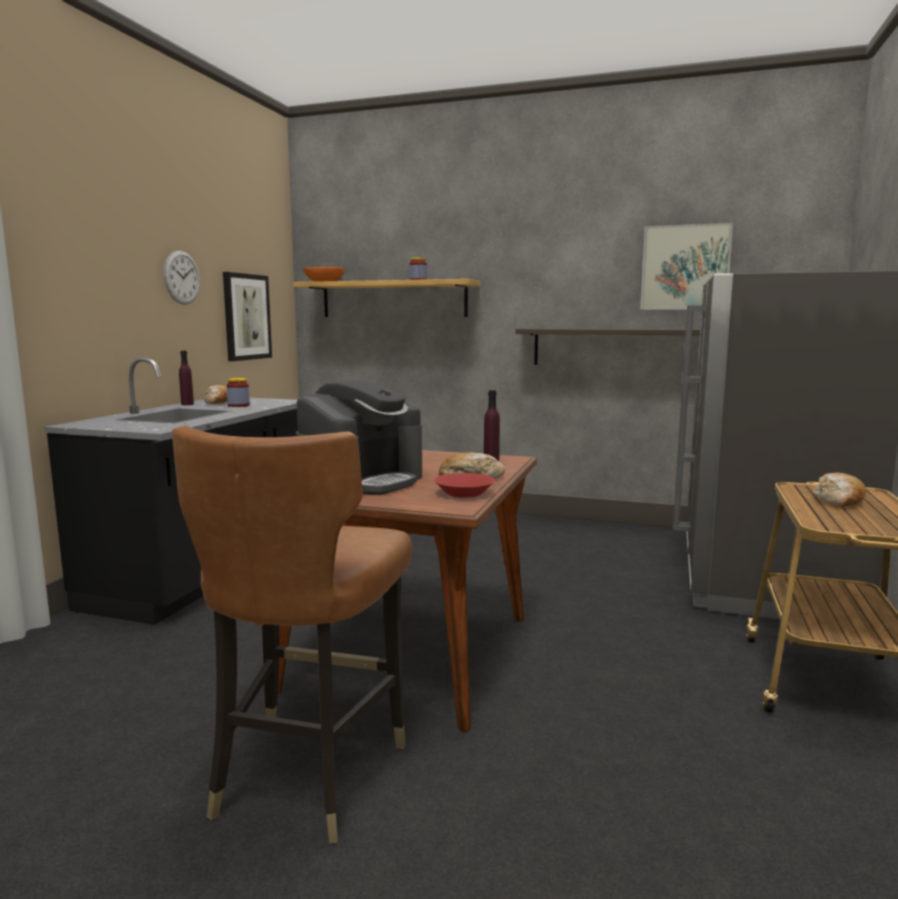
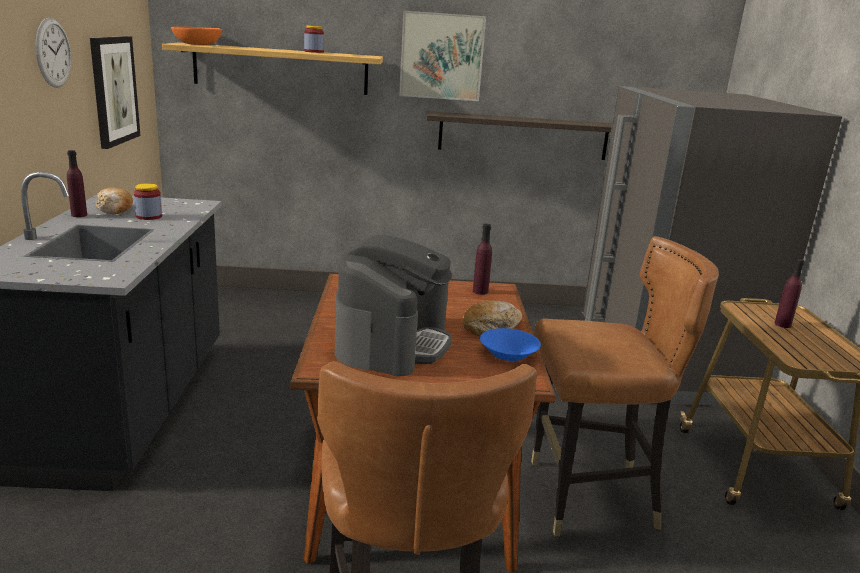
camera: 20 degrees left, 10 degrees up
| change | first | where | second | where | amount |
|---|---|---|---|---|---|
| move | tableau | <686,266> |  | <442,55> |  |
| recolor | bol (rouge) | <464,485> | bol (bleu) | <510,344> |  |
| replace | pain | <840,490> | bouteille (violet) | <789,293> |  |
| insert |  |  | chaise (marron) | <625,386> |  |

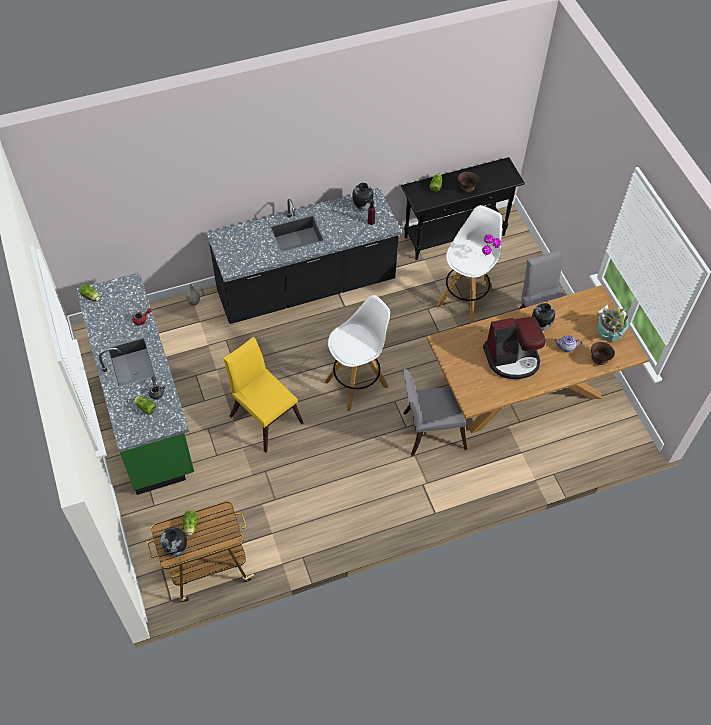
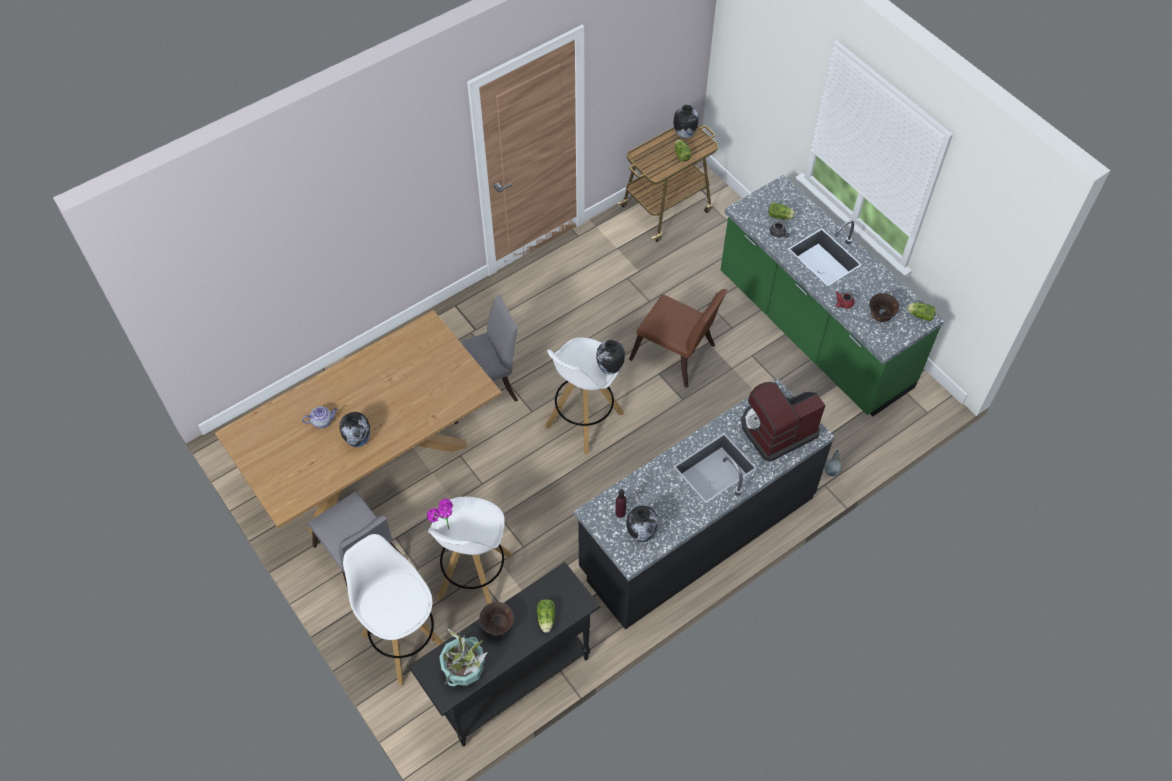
camera: 165 degrees right, 0 degrees up
| change | first | where | second | where | amount |
|---|---|---|---|---|---|
| move | plante en pot | <613,323> |  | <463,657> |  |
| move | machine à café | <514,347> |  | <783,422> |  |
| recolor | chaise (jaune) | <263,395> | chaise (marron) | <678,338> |  |
| move | bol (marron) | <603,353> |  | <884,307> |  |
| insert |  |  | vase | <610,357> |  |
| insert |  |  | tabouret (blanc) | <393,610> |  |

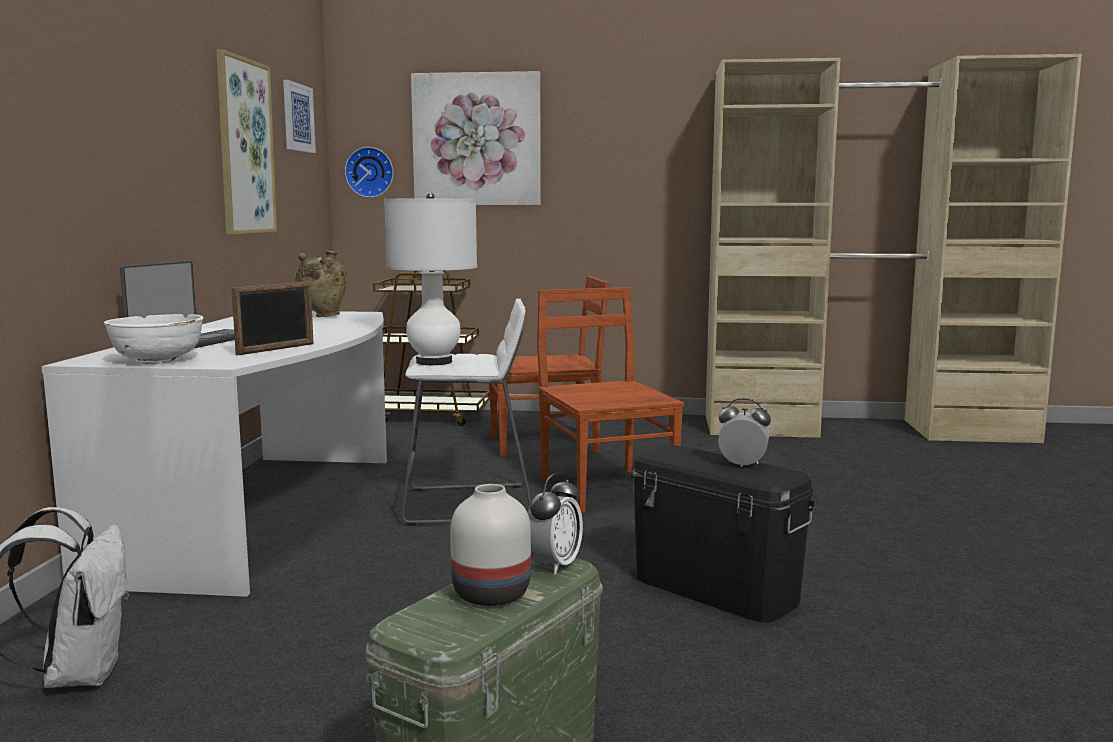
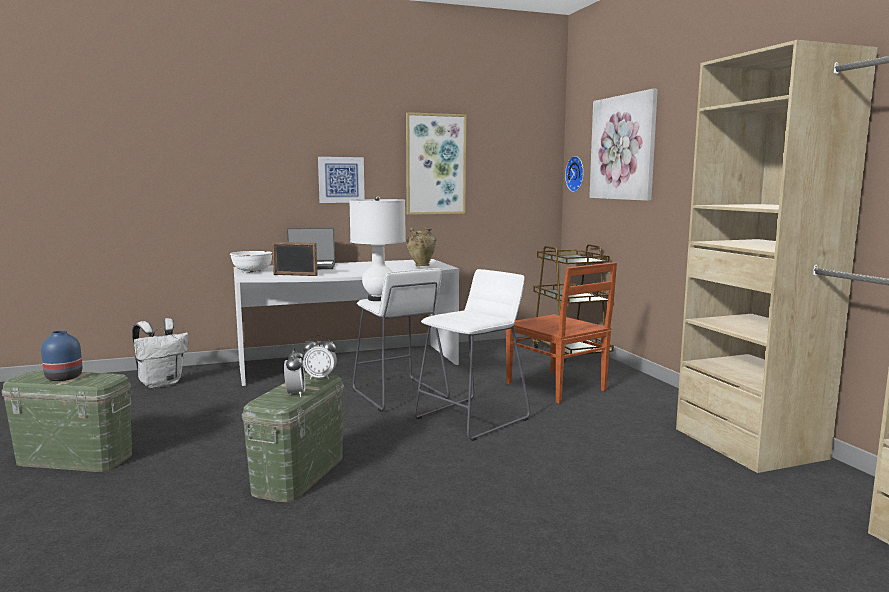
camera: 65 degrees right, 0 degrees up
| change | first | where | second | where | amount |
|---|---|---|---|---|---|
| move | tableau | <299,116> |  | <341,180> |  |
| replace | chaise (marron) | <610,400> | tabouret (blanc) | <472,355> |  |
| recolor | boîte de rangement (noir) | <723,533> | boîte de rangement (vert) | <293,437> |  |
| move | réveil | <555,524> |  | <320,357> |  |
| recolor | vase (blanc) | <490,545> | vase (bleu) | <61,355> |  |

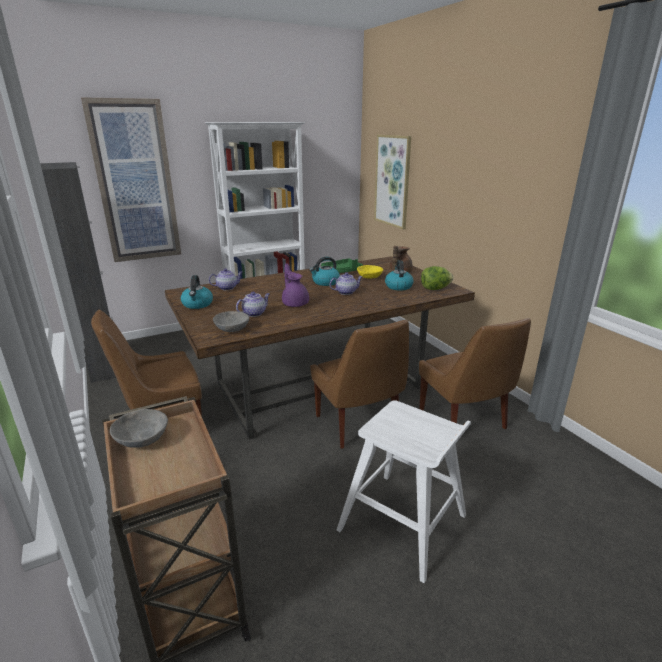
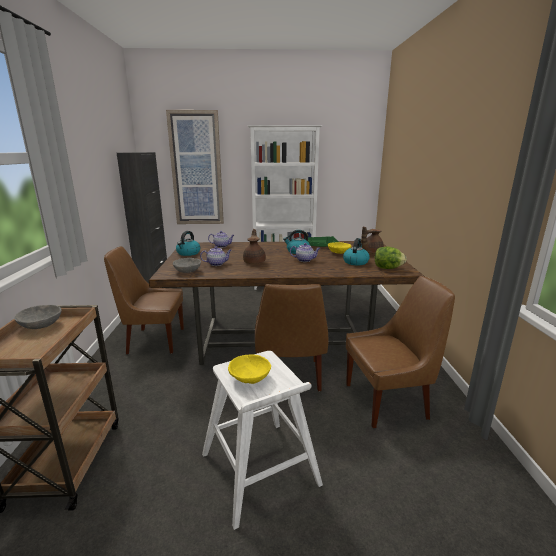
camera: 25 degrees right, 5 degrees down
| change | first | where | second | where | amount |
|---|---|---|---|---|---|
| delete | tableau | <392,182> |  |  |  |
| recolor | théière (violet) | <295,285> | théière (marron) | <254,246> |  |
| rotate | chaise (marron) | <475,373> |  | <400,352> | 105 degrees counterclockwise |
| insert |  |  | bol (jaune) | <249,369> |  |

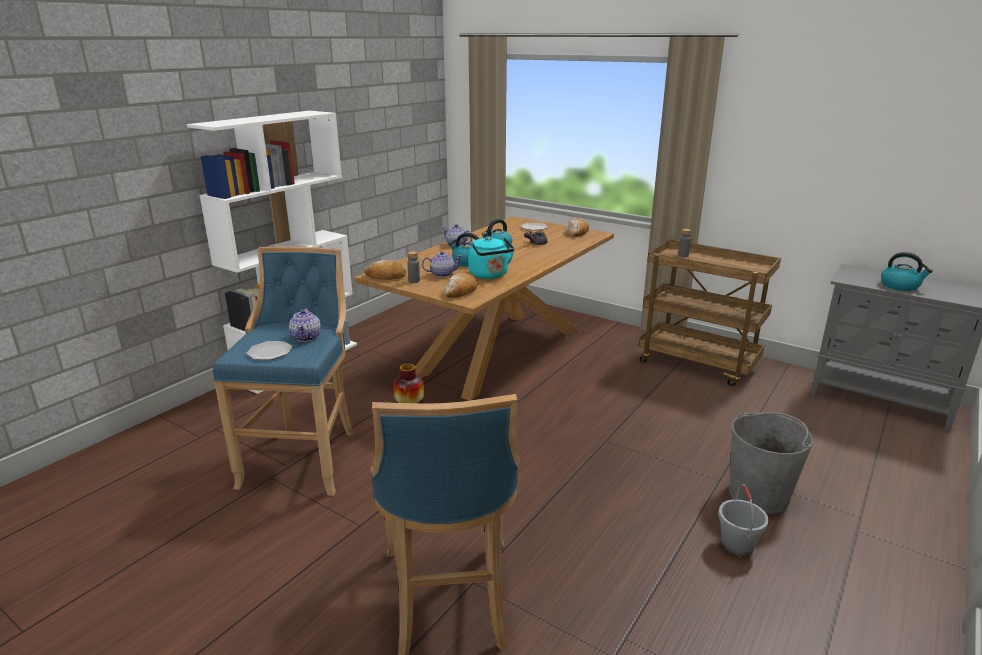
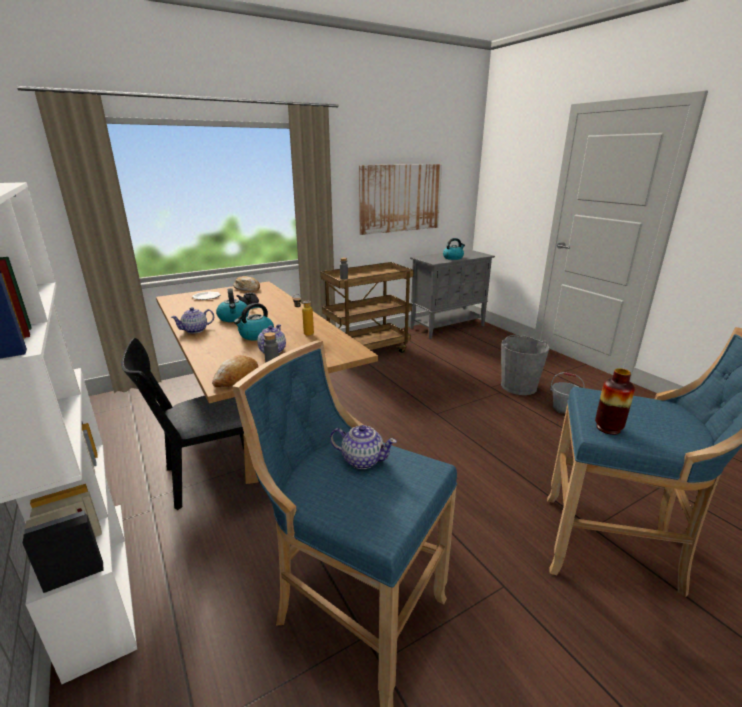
camera: 65 degrees left, 0 degrees up
| change | first | where | second | where | amount |
|---|---|---|---|---|---|
| replace | bouilloire (turquoise) | <491,258> | bouteille | <303,315> |  |
| delete | pain | <461,285> |  |  |  |
| delete | assiette | <269,350> |  |  |  |
| insert |  |  | tableau | <400,199> |  |
| insert |  |  | chaise (noir) | <190,424> |  |

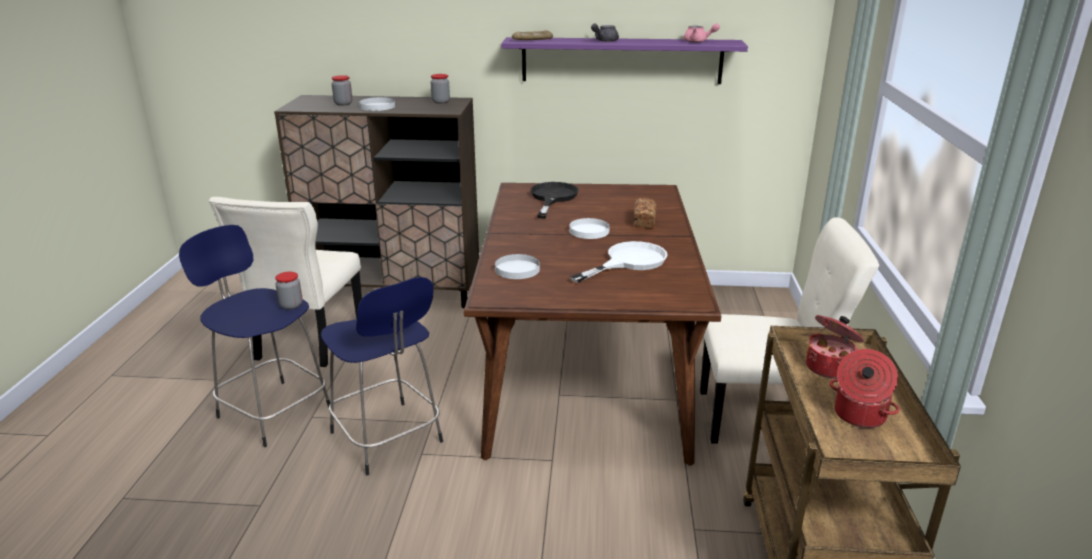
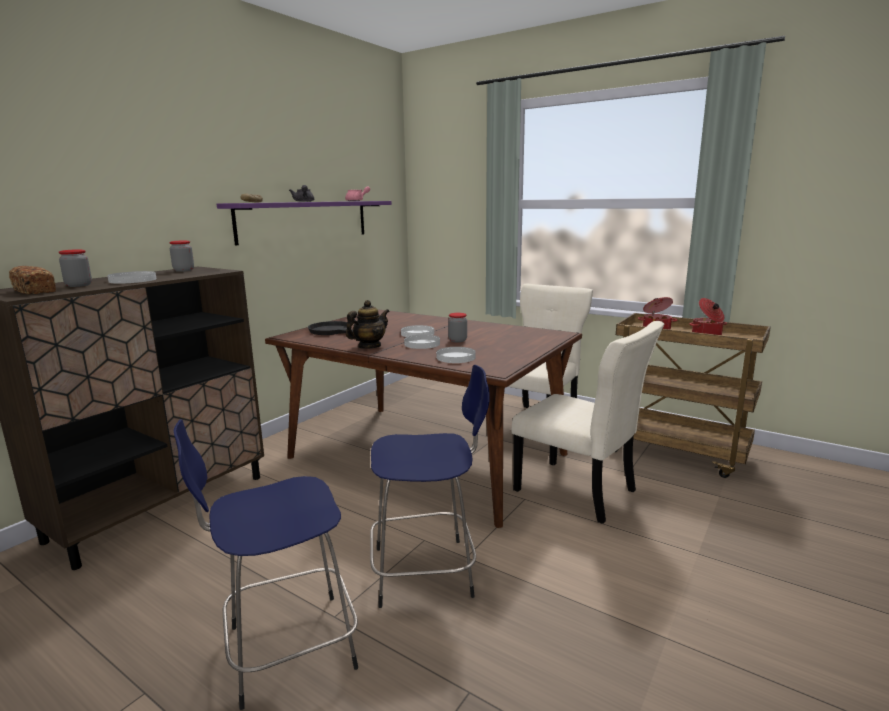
camera: 60 degrees left, 10 degrees down
| change | first | where | second | where | amount |
|---|---|---|---|---|---|
| move | chaise (beige) | <285,282> |  | <588,422> |  |
| move | pain | <645,213> |  | <32,280> |  |
| delete | poêle (blanc) | <618,262> |  |  |  |
| move | bocal | <289,291> |  | <457,328> |  |
| insert |  |  | théière | <367,324> |  |
| insert |  |  | assiette (blanc) | <422,342> |  |

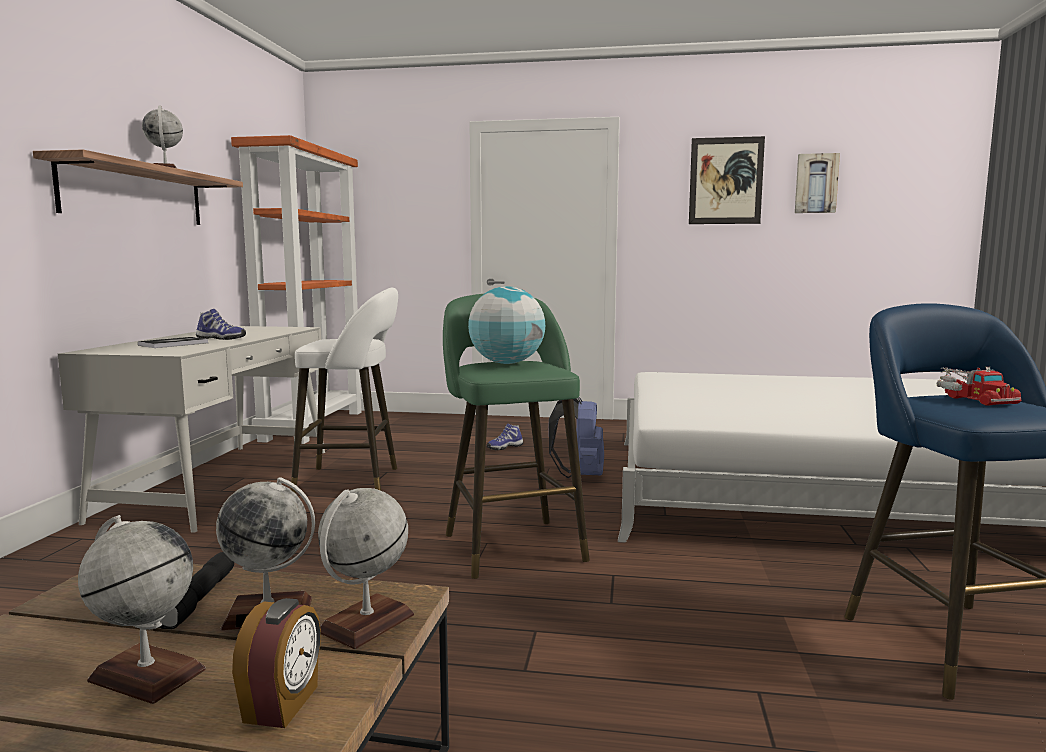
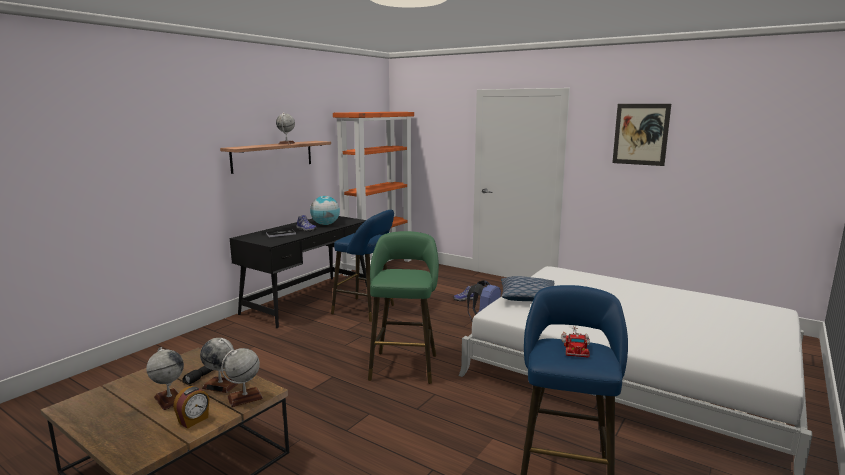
camera: 25 degrees right, 5 degrees up
| change | first | where | second | where | amount |
|---|---|---|---|---|---|
| delete | tableau | <817,183> |  |  |  |
| move | globe | <506,325> |  | <325,210> |  |
| recolor | tabouret (blanc) | <344,391> | tabouret (bleu) | <362,266> |  |
| recolor | bureau (blanc) | <191,429> | bureau (noir) | <298,272> |  |
| insert |  |  | coussin | <527,288> |  |

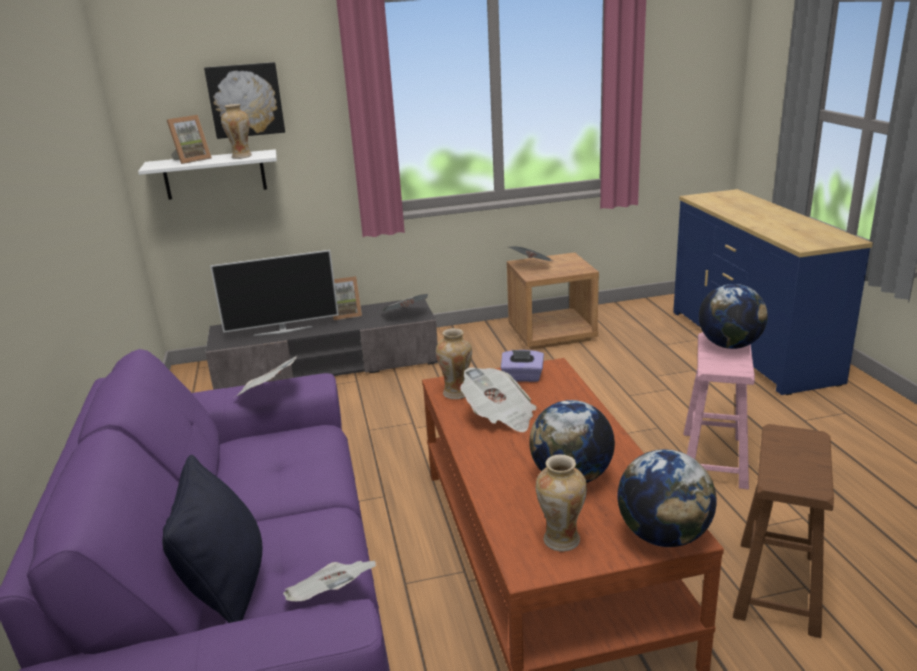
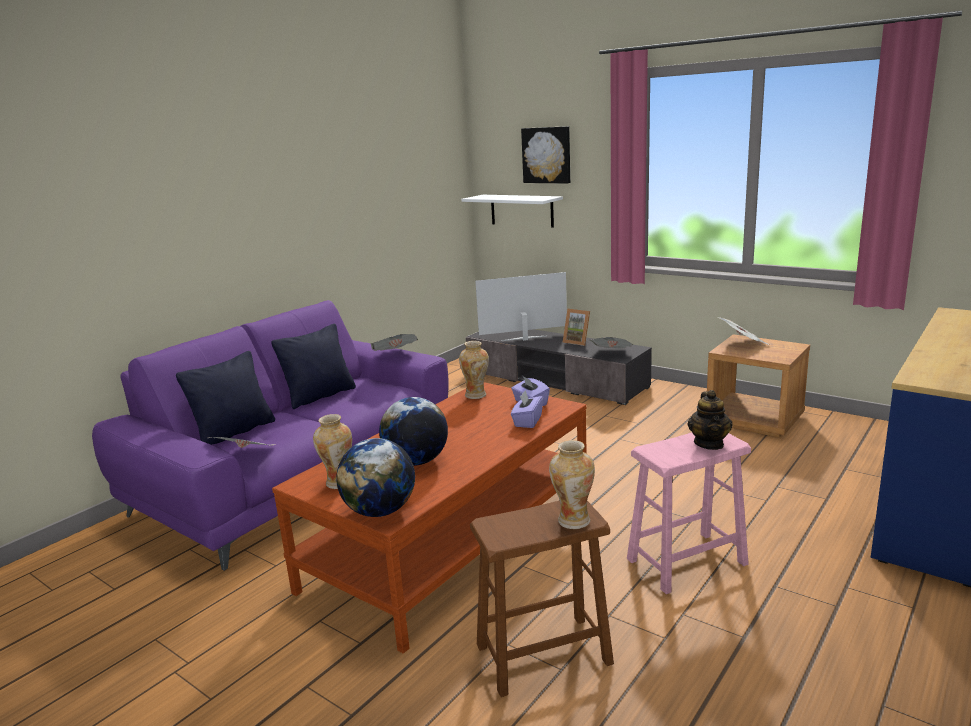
camera: 50 degrees right, 5 degrees down
| change | first | where | second | where | amount |
|---|---|---|---|---|---|
| move | vase | <236,131> |  | <572,484> |  |
| delete | cadre photo | <189,139> |  |  |  |
| rotate | téléviseur | <274,293> |  | <521,306> | 135 degrees clockwise |
| replace | globe | <733,316> | théière | <710,420> |  |
| delete | journal | <498,399> |  |  |  |
| insert |  |  | coussin (noir) | <313,366> |  |
| insert |  |  | boîte à mouchoirs (violet) | <527,409> |  |

